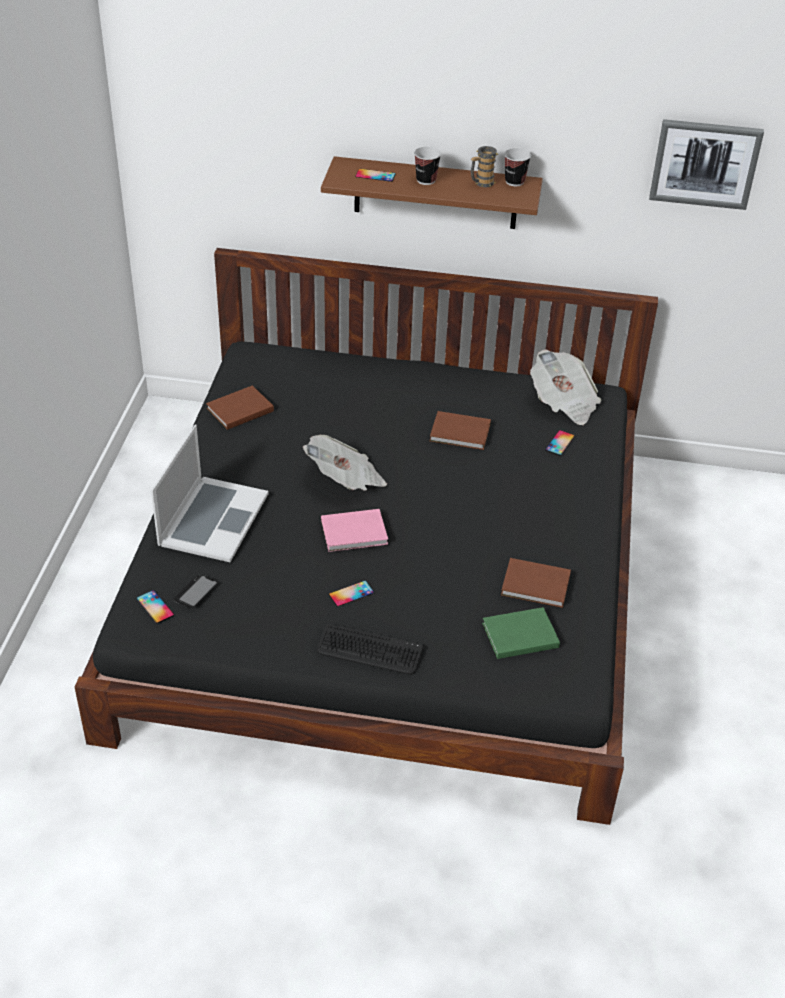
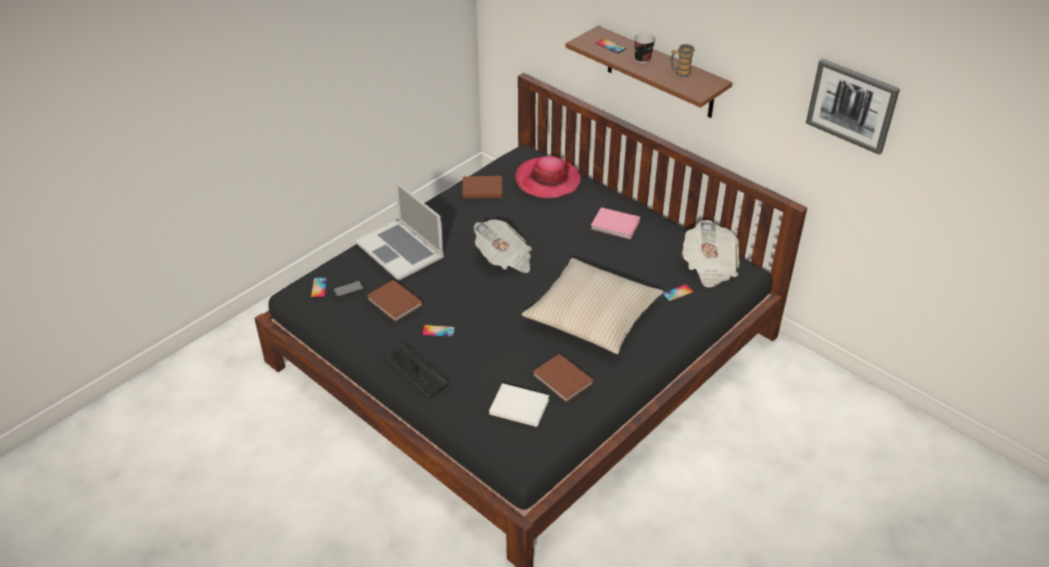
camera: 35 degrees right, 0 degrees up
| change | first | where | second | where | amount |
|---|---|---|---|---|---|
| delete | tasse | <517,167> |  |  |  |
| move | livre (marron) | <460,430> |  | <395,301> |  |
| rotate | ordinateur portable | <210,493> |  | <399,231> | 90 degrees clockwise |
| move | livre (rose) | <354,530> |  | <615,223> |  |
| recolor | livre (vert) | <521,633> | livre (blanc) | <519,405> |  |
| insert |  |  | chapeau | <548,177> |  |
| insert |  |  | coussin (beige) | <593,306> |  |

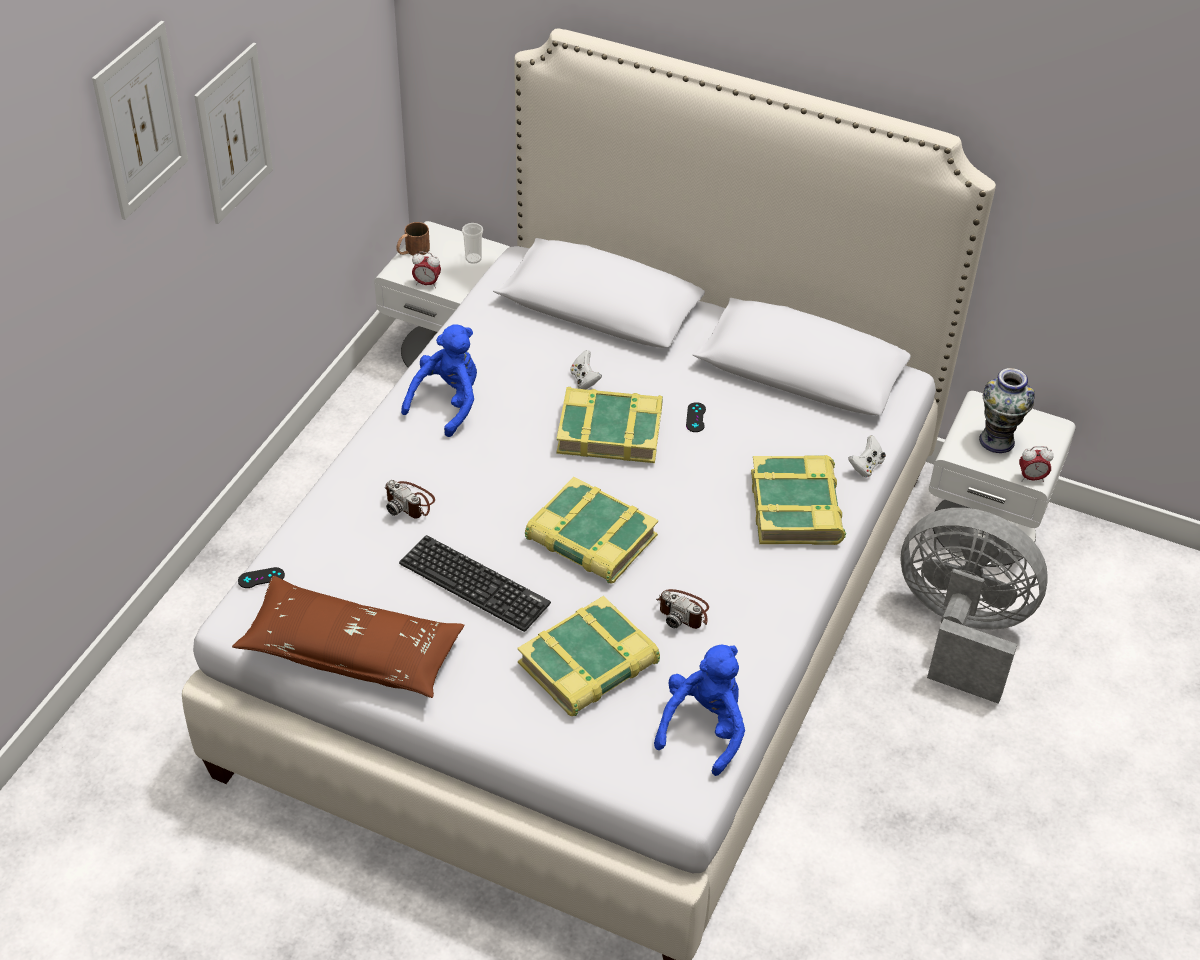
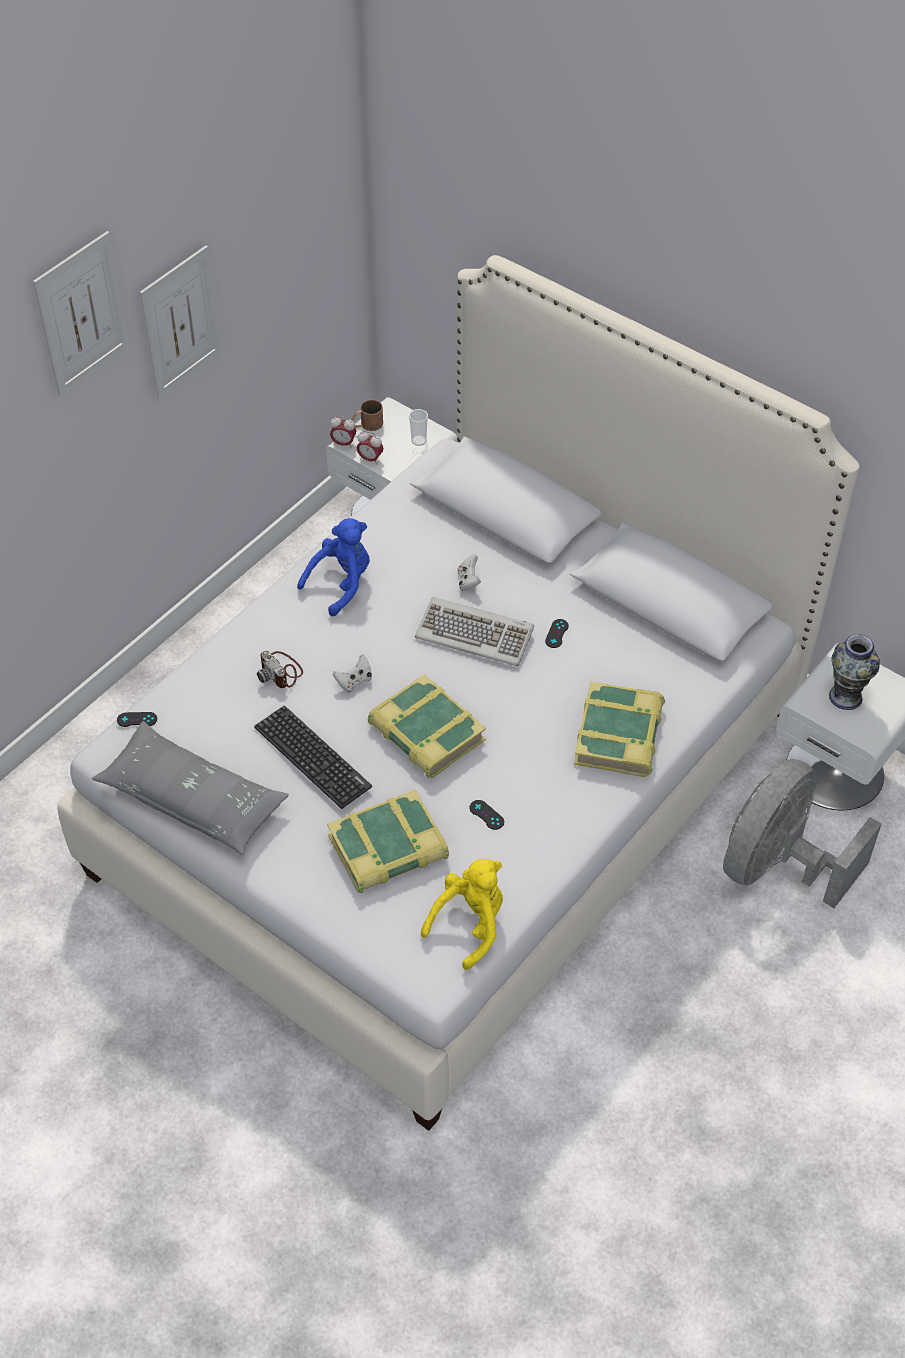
camera: 15 degrees right, 5 degrees up
| change | first | where | second | where | amount |
|---|---|---|---|---|---|
| replace | livre | <609,425> | clavier | <474,631> |  |
| move | manette (blanc) | <867,456> |  | <352,673> |  |
| move | réveil | <1036,464> |  | <343,432> |  |
| rotate | ventilateur (gris) | <974,606> |  | <802,833> | 90 degrees counterclockwise |
| recolor | coussin (marron) | <348,637> | coussin (gris) | <190,788> |  |
| replace | appareil photo | <683,609> | manette (noir) | <486,815> |  |
| recolor | peluche (bleu) | <699,710> | peluche (jaune) | <462,914> |  |

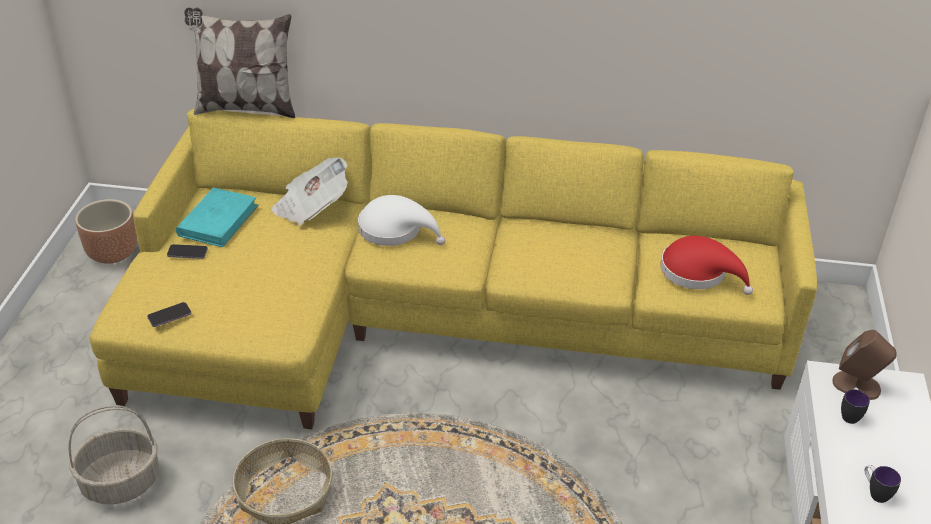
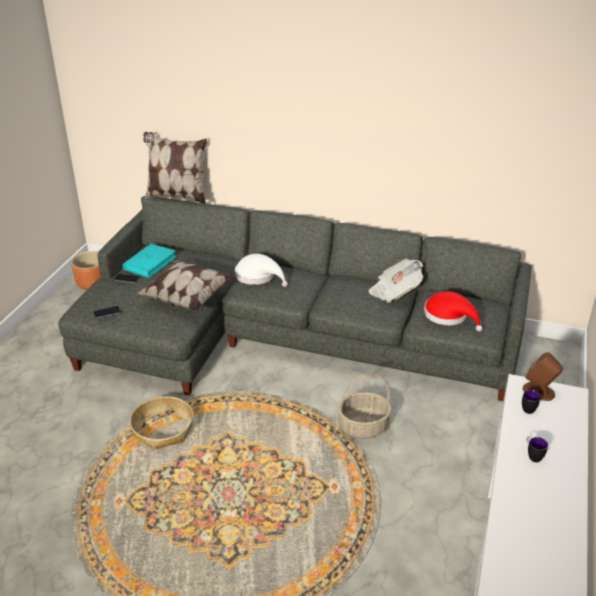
camera: 10 degrees right, 5 degrees down
| change | first | where | second | where | amount |
|---|---|---|---|---|---|
| recolor | canapé (jaune) | <453,269> | canapé (gris) | <294,298> |  |
| move | journal | <310,191> |  | <396,280> |  |
| move | panier | <114,454> |  | <365,406> |  |
| insert |  |  | coussin | <185,285> |  |

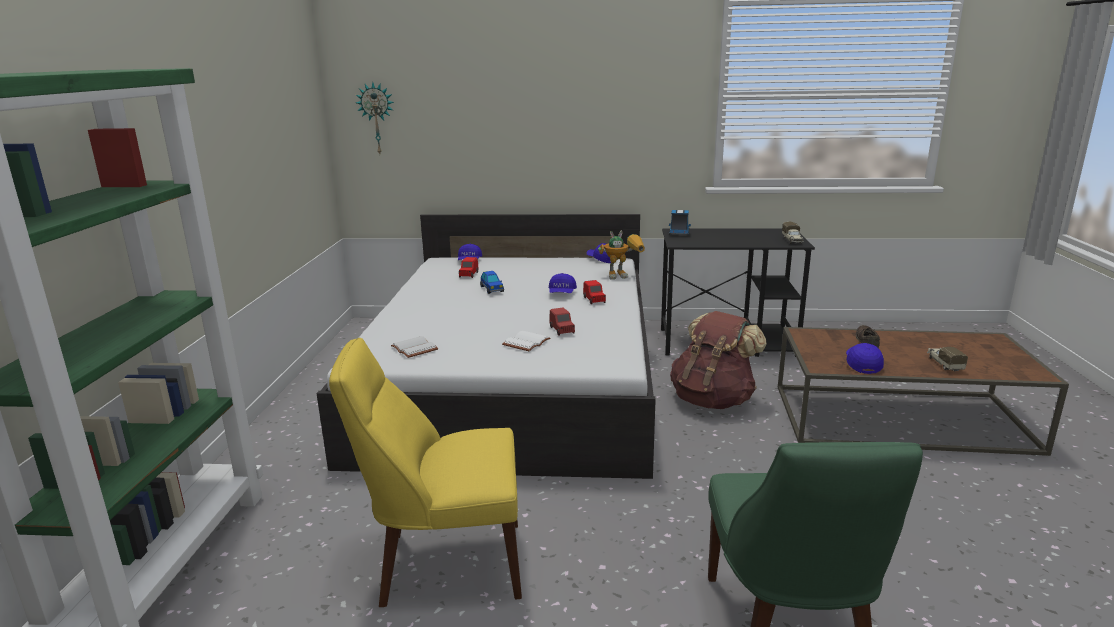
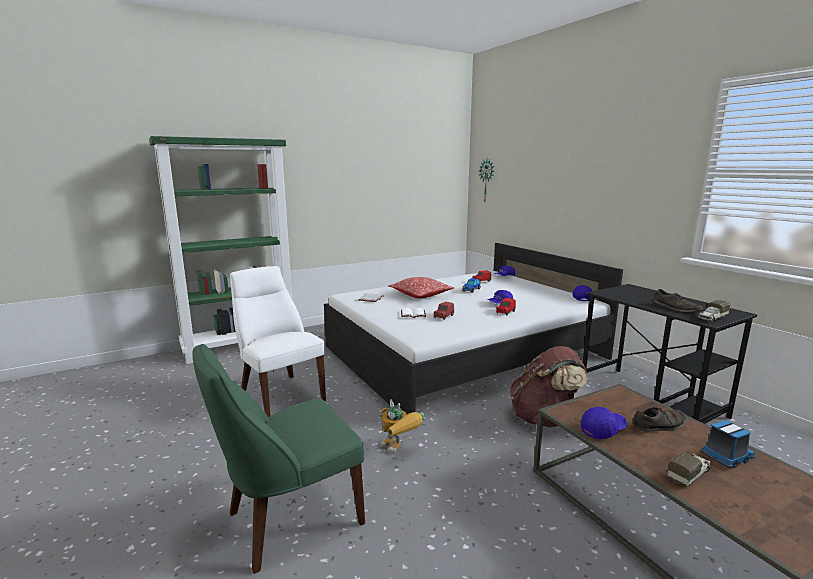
camera: 55 degrees right, 5 degrees down
| change | first | where | second | where | amount |
|---|---|---|---|---|---|
| move | camion jouet | <680,222> |  | <727,444> |  |
| move | robot jouet | <621,255> |  | <402,426> |  |
| recolor | chaise (jaune) | <425,472> | chaise (blanc) | <278,341> |  |
| insert |  |  | coussin | <421,287> |  |
| insert |  |  | chaussure (marron) | <678,300> |  |

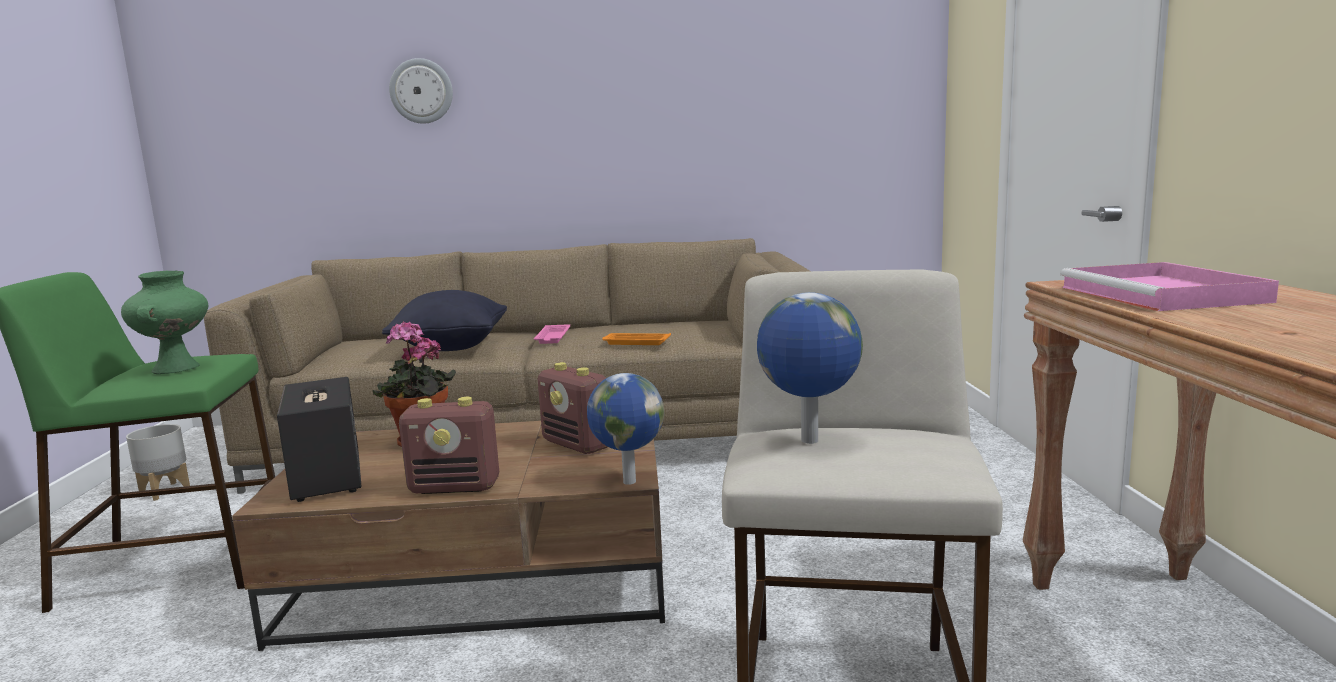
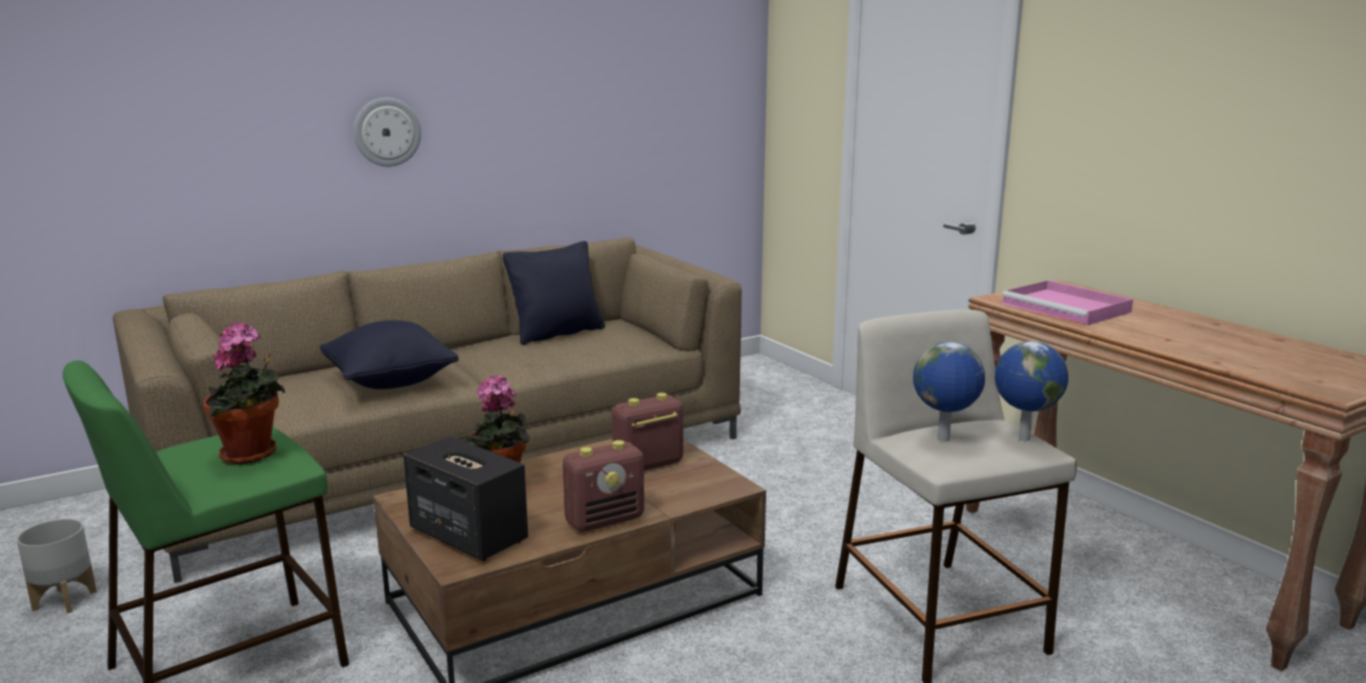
camera: 30 degrees left, 5 degrees up
| change | first | where | second | where | amount |
|---|---|---|---|---|---|
| move | horloge murale | <421,91> |  | <387,132> |  |
| replace | vase (vert) | <164,322> | plante en pot | <244,393> |  |
| delete | plateau (rose) | <552,334> |  |  |  |
| delete | plateau (orange) | <636,339> |  |  |  |
| rotate | radio | <572,408> |  | <647,431> | 135 degrees clockwise |
| move | globe | <625,429> |  | <1031,391> |  |
| insert |  |  | coussin (noir) | <554,293> |  |

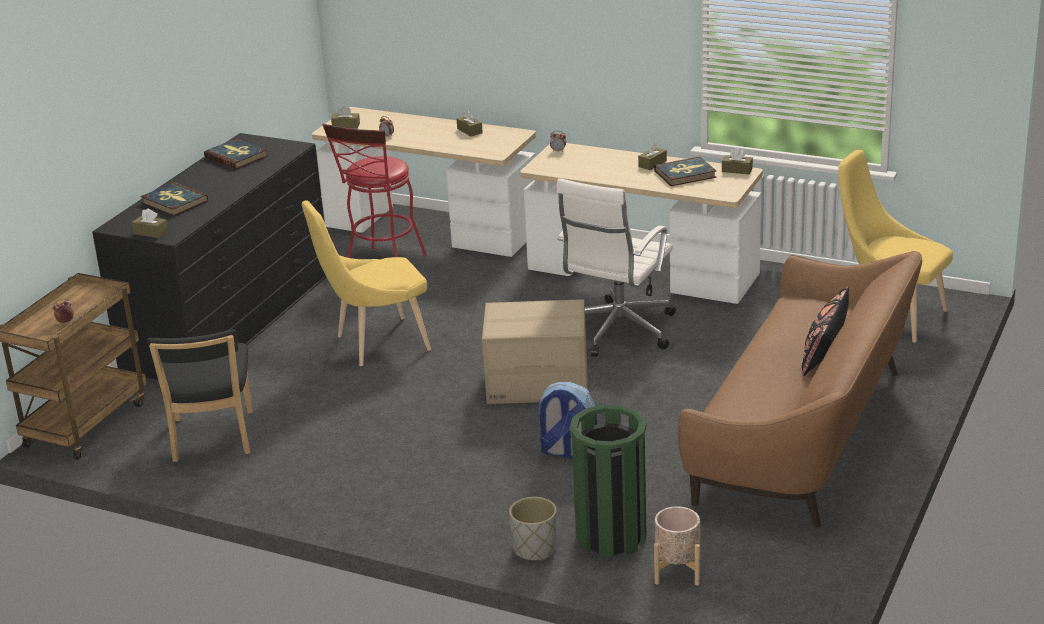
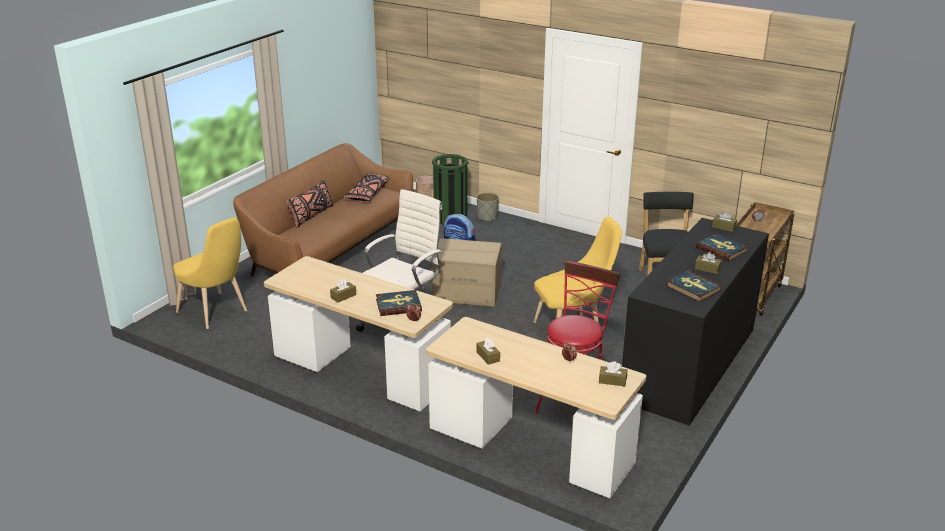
camera: 175 degrees left, 0 degrees up
| change | first | where | second | where | amount |
|---|---|---|---|---|---|
| move | boîte à mouchoirs (marron) | <737,161> |  | <708,263> |  |
| move | livre | <685,171> |  | <399,303> |  |
| insert |  |  | coussin (noir) | <367,187> |  |

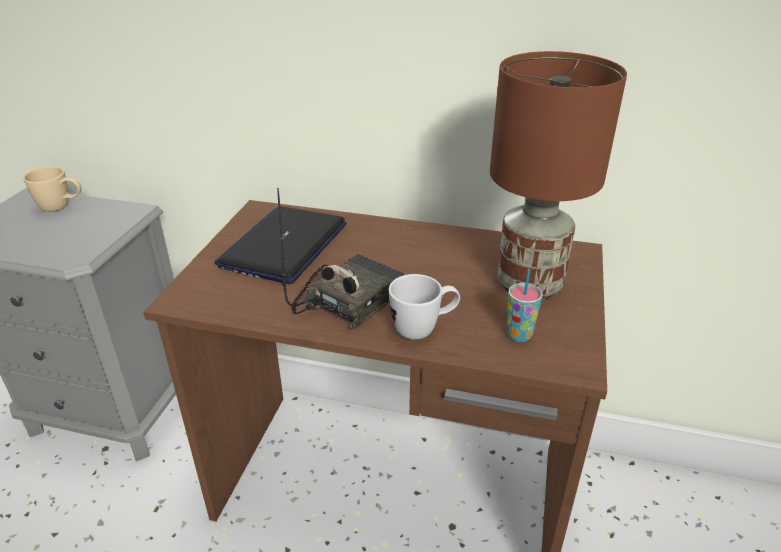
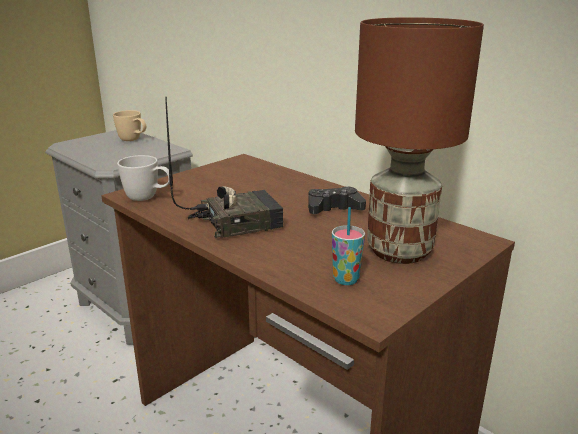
camera: 30 degrees right, 10 degrees down
| change | first | where | second | where | amount |
|---|---|---|---|---|---|
| delete | ordinateur portable | <280,245> |  |  |  |
| move | mug (blanc) | <424,307> |  | <143,178> |  |
| insert |  |  | manette (noir) | <337,200> |  |

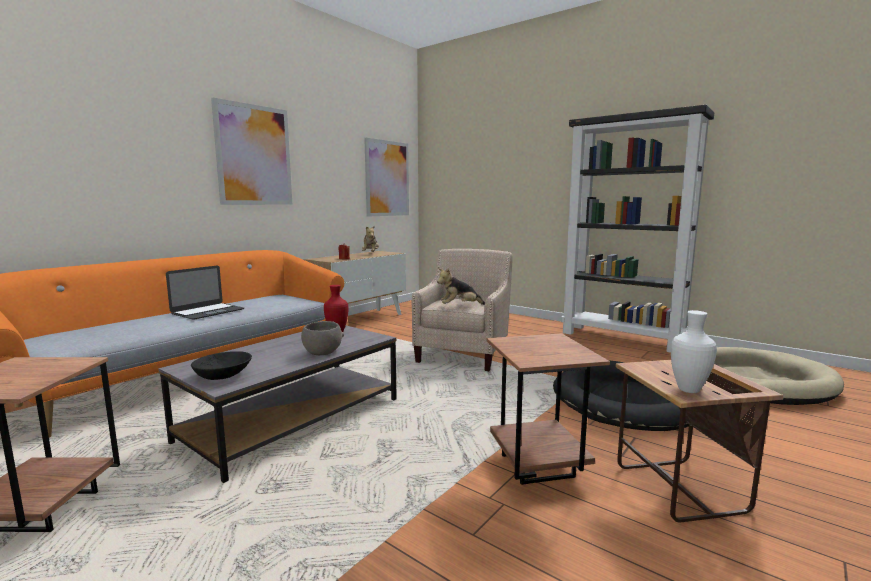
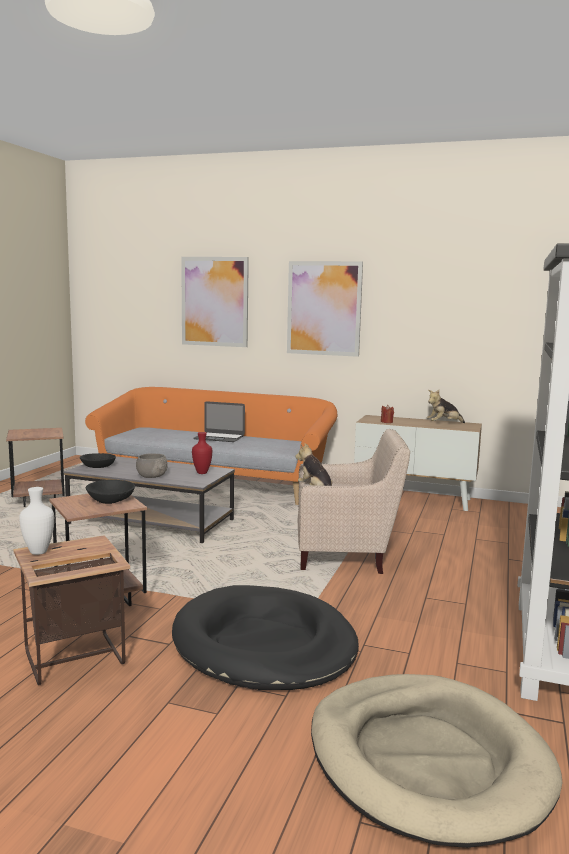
camera: 70 degrees right, 0 degrees up
| change | first | where | second | where | amount |
|---|---|---|---|---|---|
| move | tableau | <386,177> |  | <215,302> |  |
| insert |  |  | bol (noir) | <110,492> |  |

